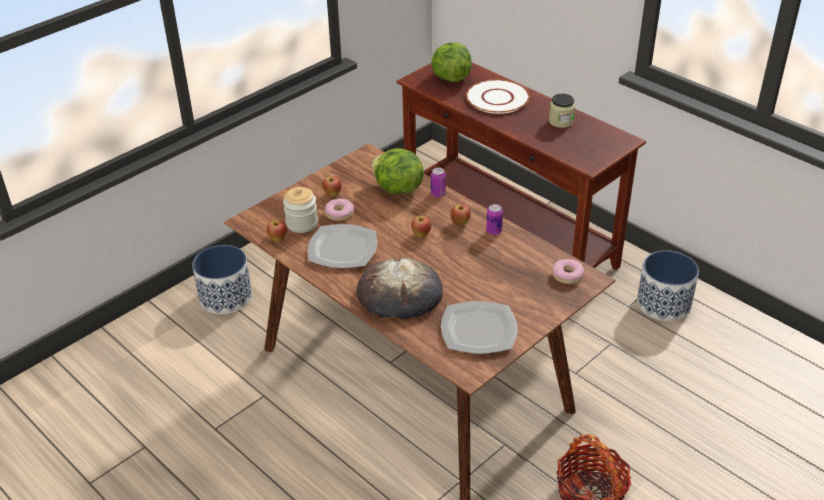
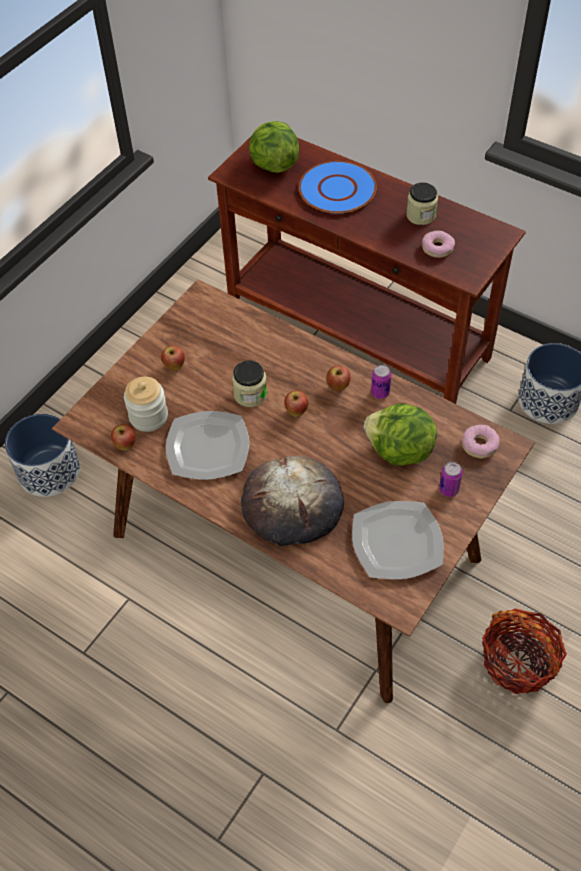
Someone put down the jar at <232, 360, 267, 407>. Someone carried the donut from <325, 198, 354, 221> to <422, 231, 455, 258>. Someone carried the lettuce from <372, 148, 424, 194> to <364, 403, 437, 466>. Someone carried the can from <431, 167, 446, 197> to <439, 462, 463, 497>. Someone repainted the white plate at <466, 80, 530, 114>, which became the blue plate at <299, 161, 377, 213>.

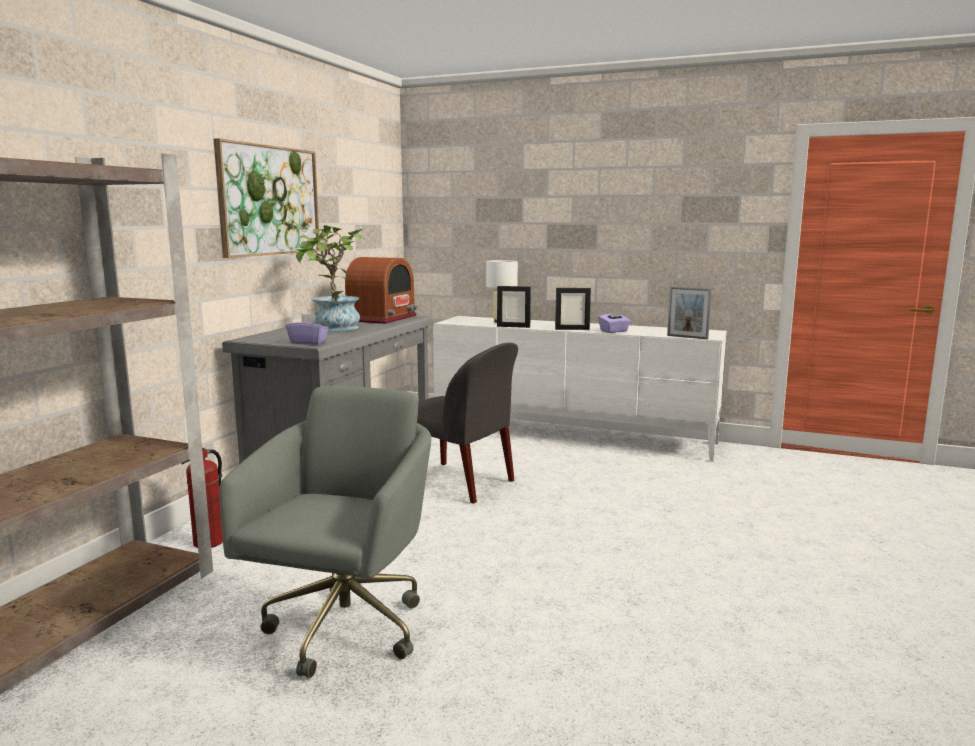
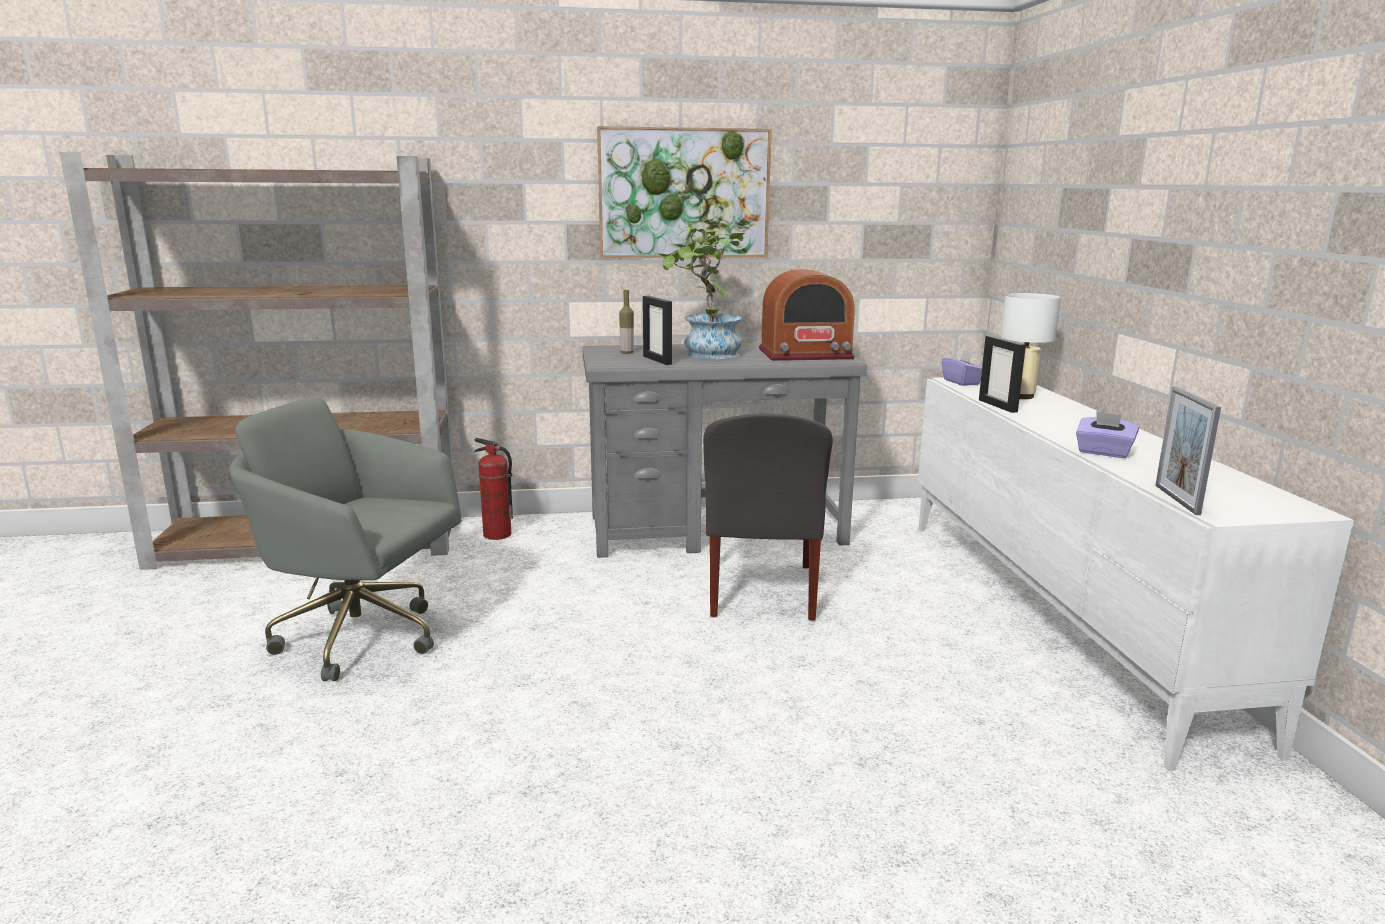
Someone put down the bottle at <619, 290, 634, 354>. Someone carried the purple tissue box from <286, 314, 329, 345> to <942, 350, 982, 386>. Someone carried the picture frame from <555, 288, 591, 330> to <643, 296, 672, 365>. Someone rotated the grey office chair at <219, 386, 431, 678> by 150 degrees counterclockwise.

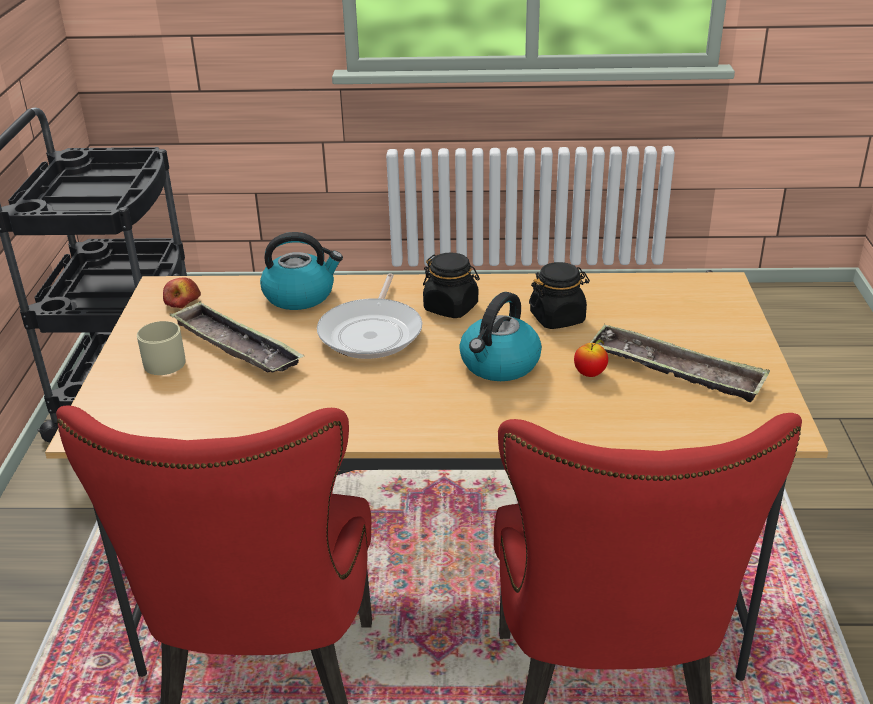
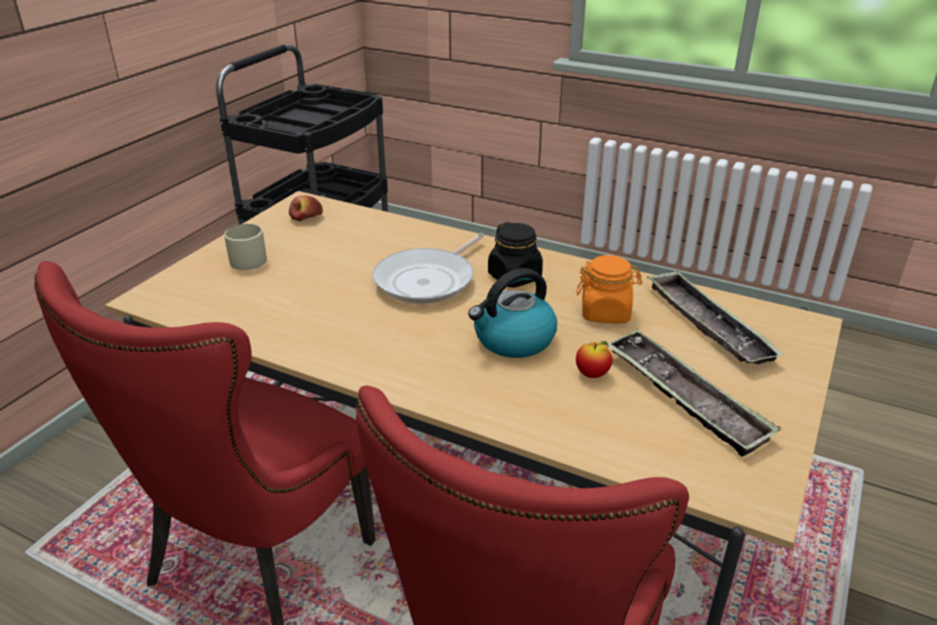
Someone took away the kettle at <260, 232, 343, 310>. Someone carried the tray from <169, 301, 304, 373> to <647, 271, 784, 365>. Someone repainted the black jar at <529, 262, 590, 329>, which became the orange jar at <576, 255, 643, 323>.

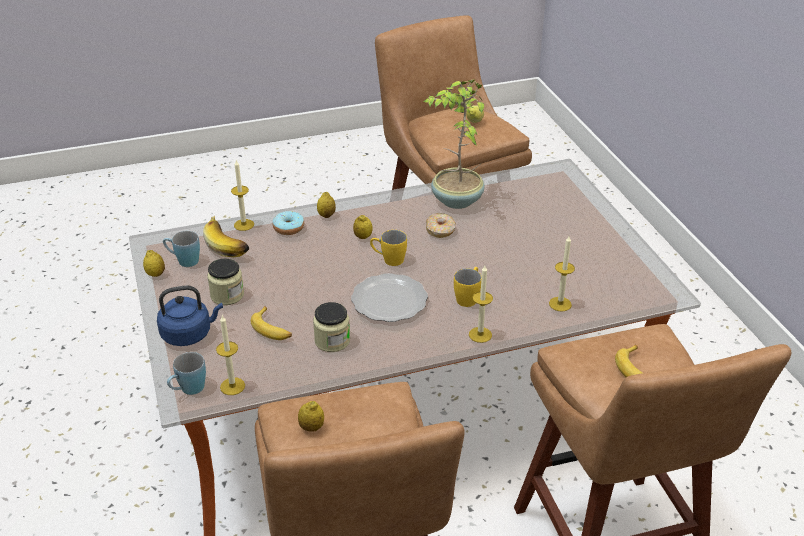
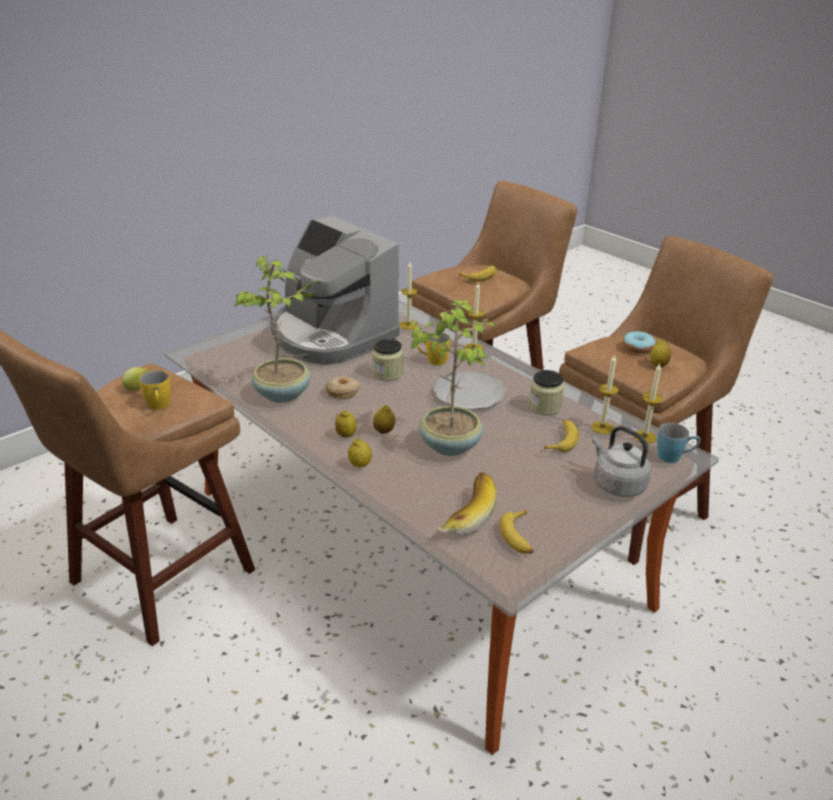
Someone put down the coffee machine at <270, 216, 400, 365>. Someone put down the potted plant at <407, 300, 497, 456>. Someone carried the lemon from <143, 250, 165, 277> to <335, 410, 357, 437>. Someone carried the jar from <207, 258, 244, 305> to <372, 338, 403, 381>. Someone carried the candle from <231, 160, 254, 231> to <591, 354, 619, 434>. Someone carried the donut from <273, 211, 304, 235> to <623, 331, 655, 354>. Someone carried the yellow mug from <370, 230, 407, 266> to <139, 371, 170, 410>. Someone swapped the blue mug at <163, 231, 200, 267> for the banana at <499, 510, 534, 554>. Someone repainted the blue kettle at <157, 286, 223, 346>, which became the grey kettle at <592, 426, 651, 497>.

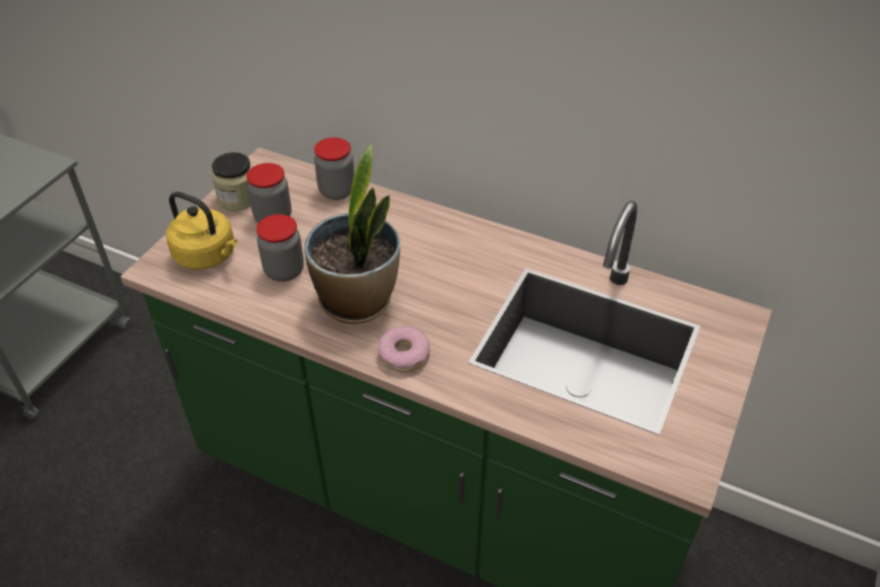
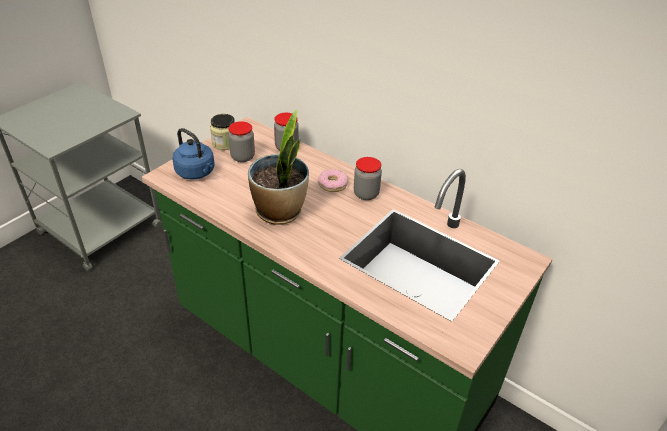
Someone carried the jar from <256, 214, 304, 282> to <354, 157, 382, 200>. Someone carried the donut from <378, 326, 430, 372> to <318, 169, 348, 192>. Someone repainted the yellow kettle at <166, 192, 237, 269>, which became the blue kettle at <172, 128, 215, 180>.

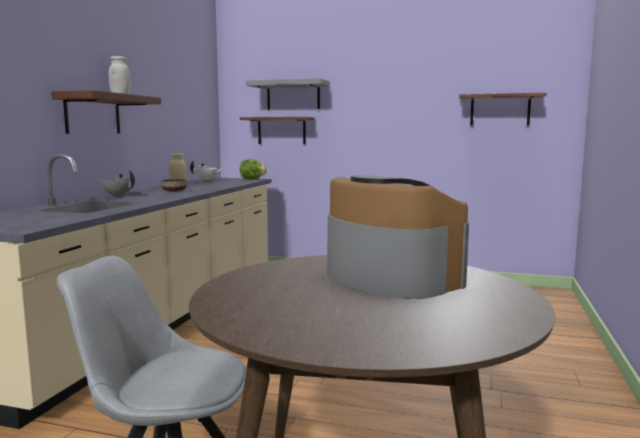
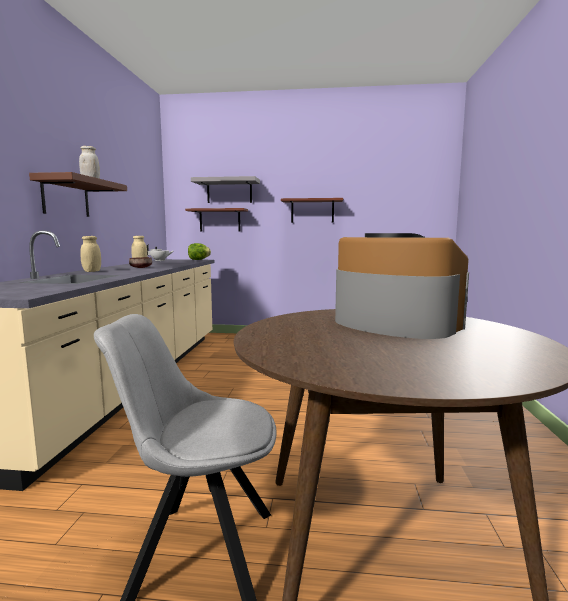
Someone carried the shelf from <459, 93, 547, 126> to <281, 198, 343, 223>. Someone swapped the grey teapot at <99, 170, 135, 197> for the beige jar at <80, 236, 101, 272>.

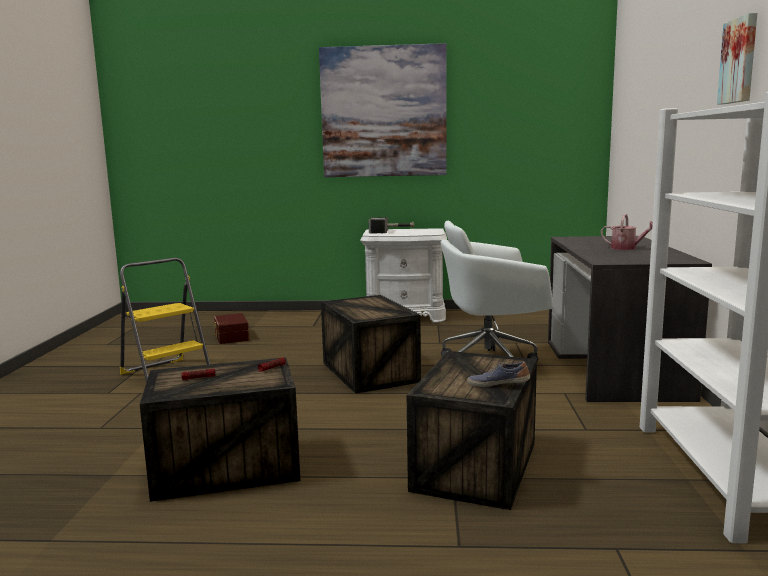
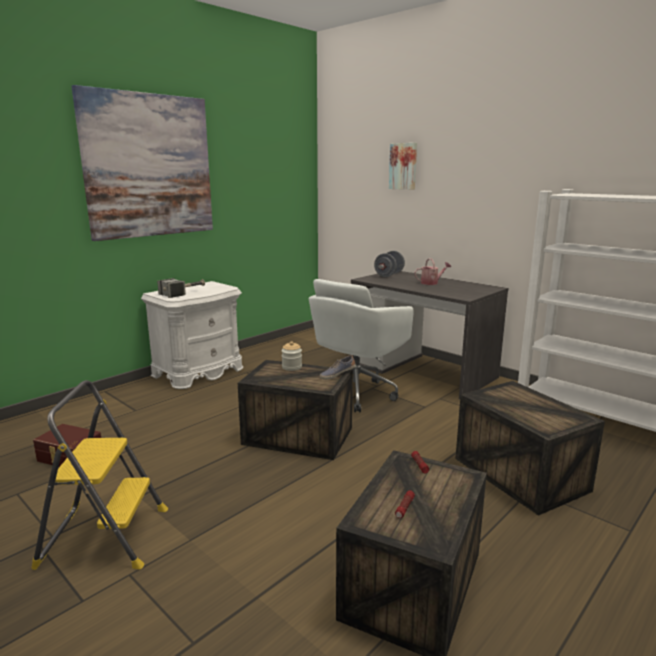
Someone put down the jar at <281, 341, 302, 371>. Someone put down the grey dumbbell at <374, 251, 405, 277>. Someone carried the shoe from <467, 361, 530, 387> to <320, 355, 356, 380>. Someone carried the picture from <717, 13, 757, 105> to <389, 143, 417, 190>.

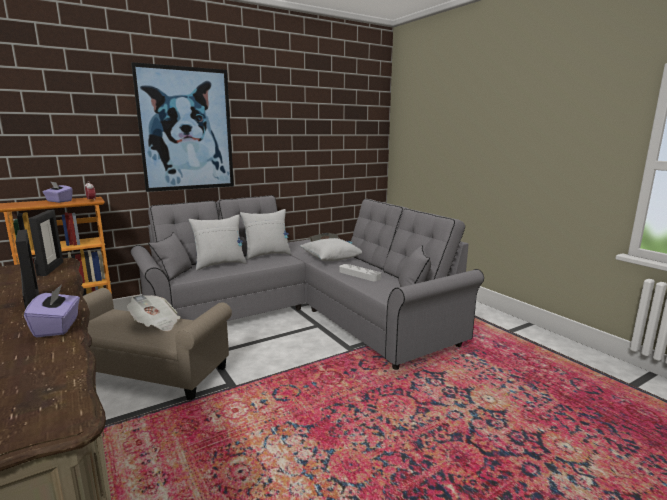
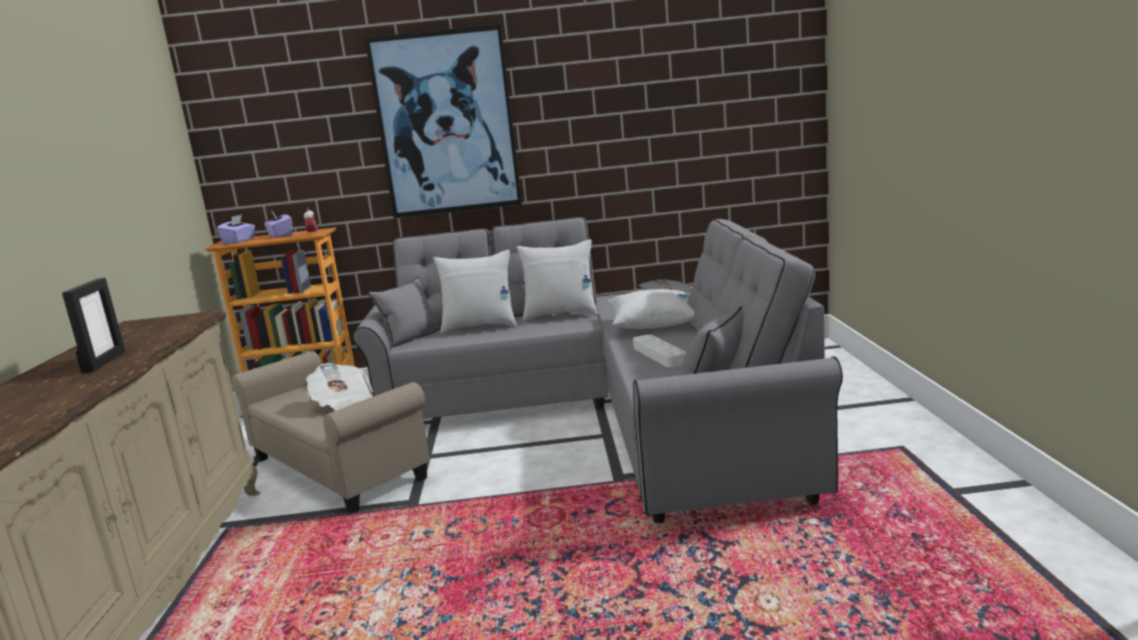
Someone took away the picture frame at <29, 210, 63, 277>. Someone carried the purple tissue box from <24, 284, 80, 338> to <216, 214, 255, 244>.

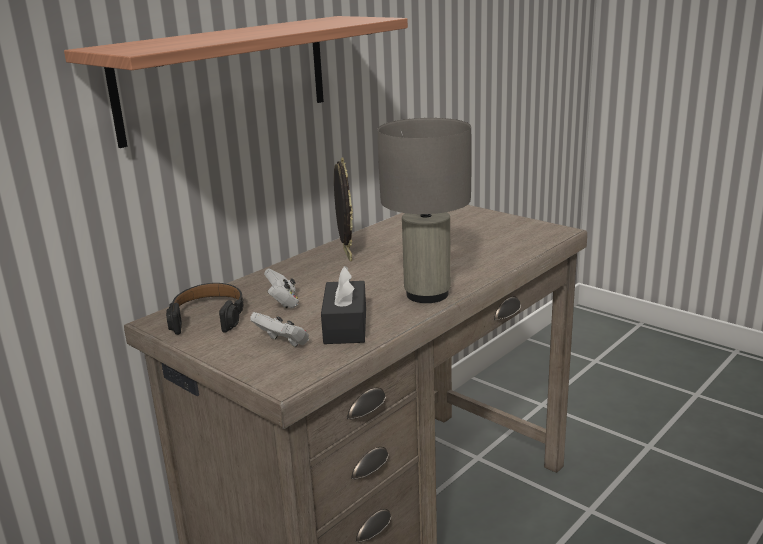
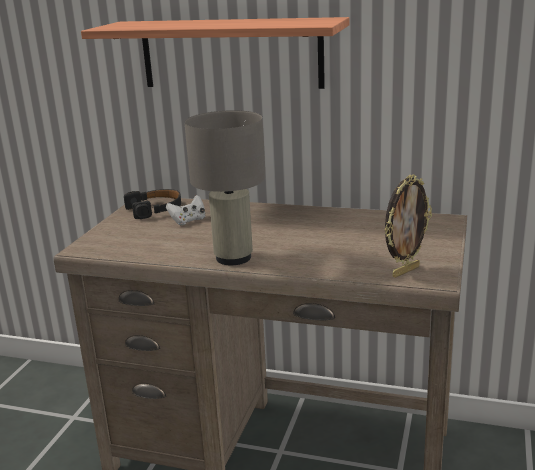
Someone took away the white game controller at <250, 312, 309, 347>. Someone took away the black tissue box at <321, 266, 366, 344>. Someone carried the picture frame from <334, 157, 353, 261> to <384, 174, 432, 278>.

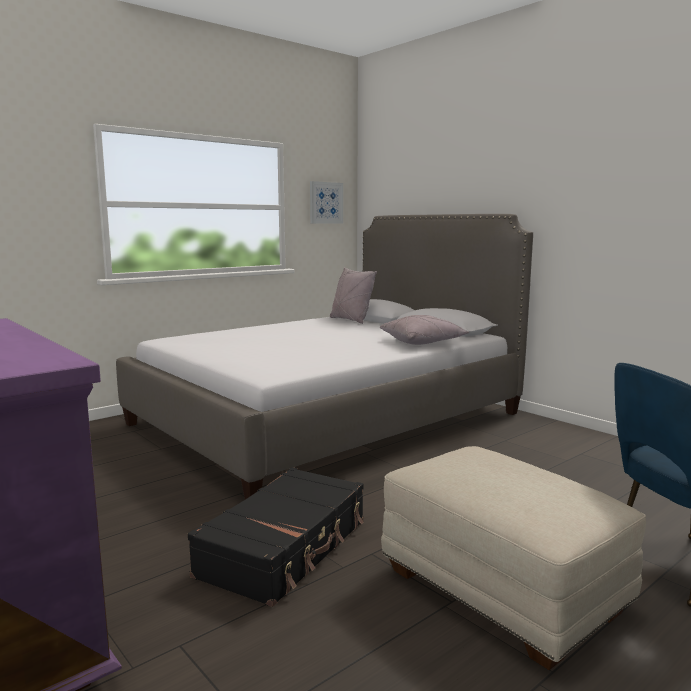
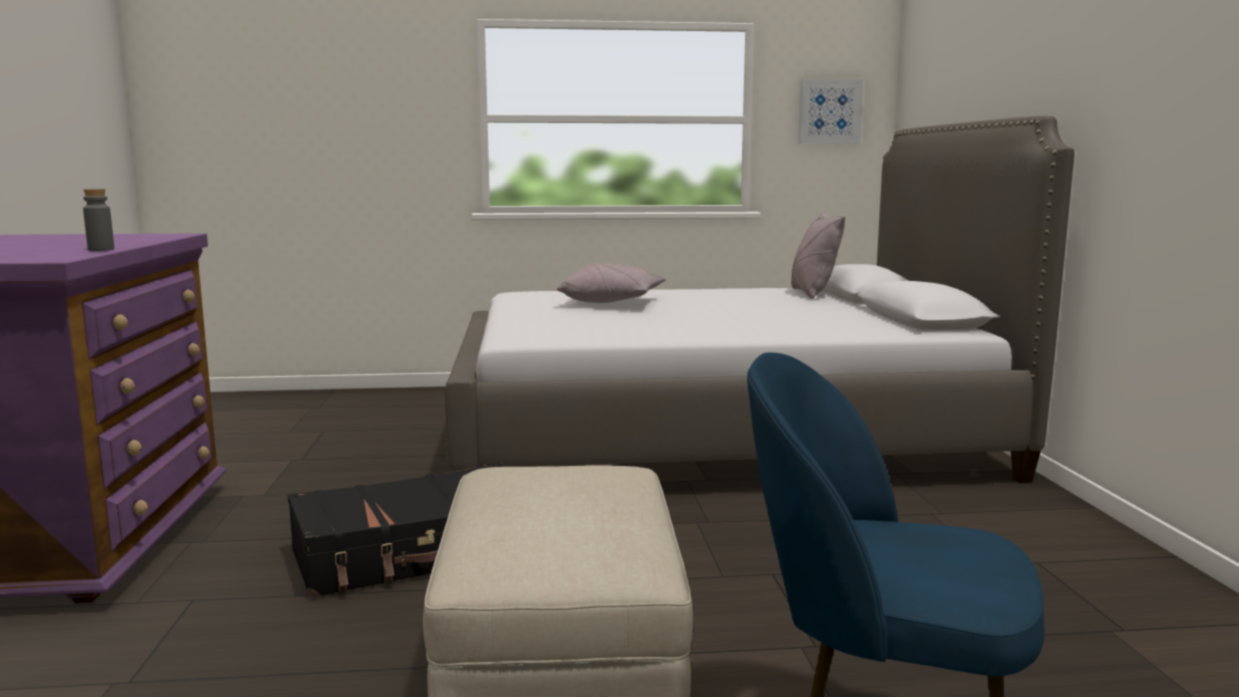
Someone put down the grey bottle at <83, 189, 114, 251>. Someone carried the purple pillow from <380, 315, 469, 345> to <557, 263, 666, 303>.

